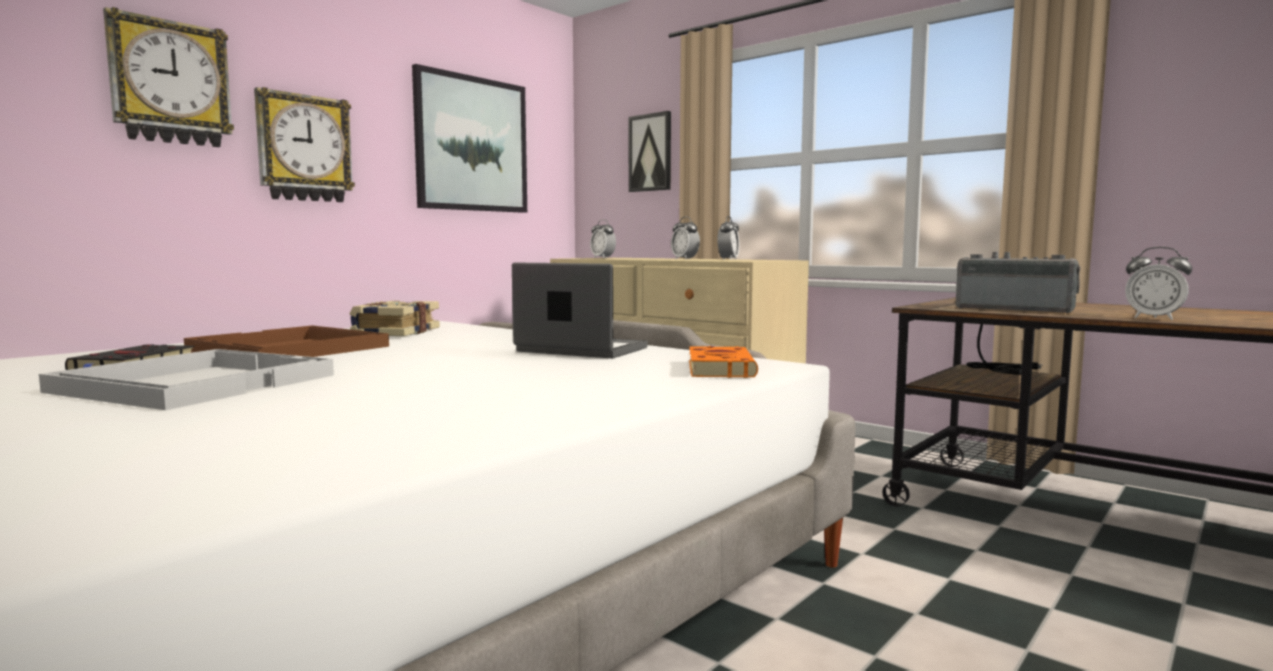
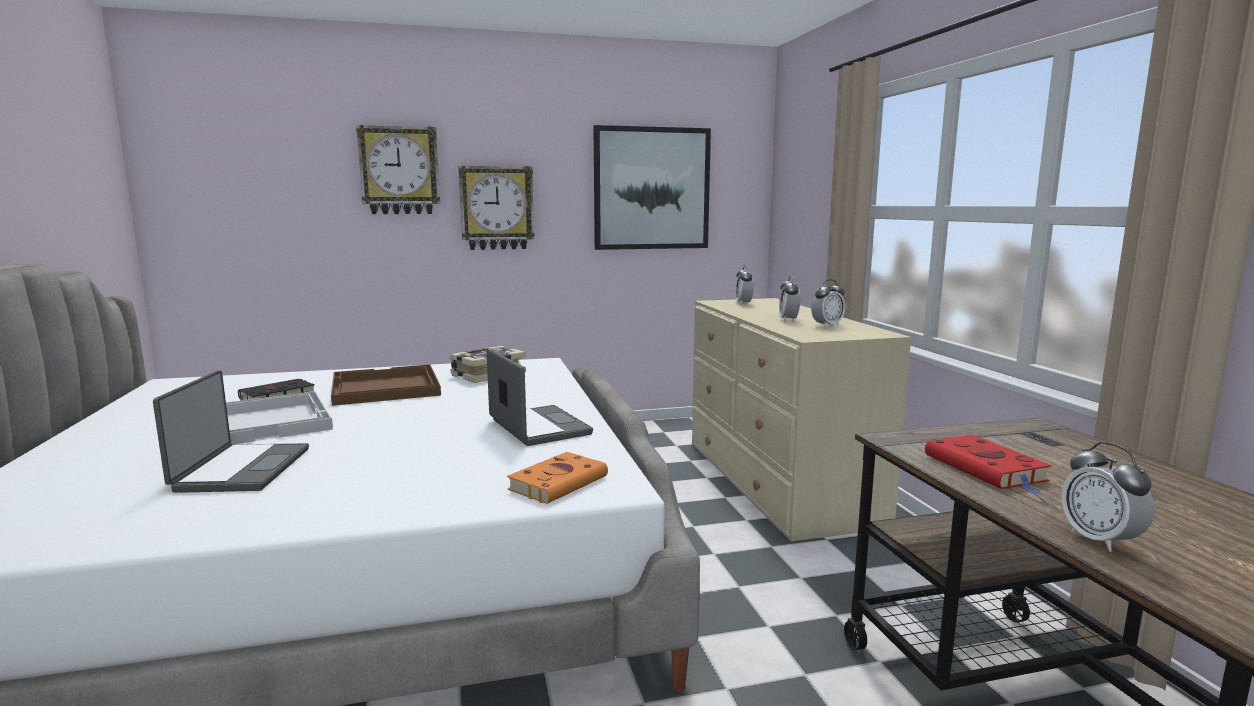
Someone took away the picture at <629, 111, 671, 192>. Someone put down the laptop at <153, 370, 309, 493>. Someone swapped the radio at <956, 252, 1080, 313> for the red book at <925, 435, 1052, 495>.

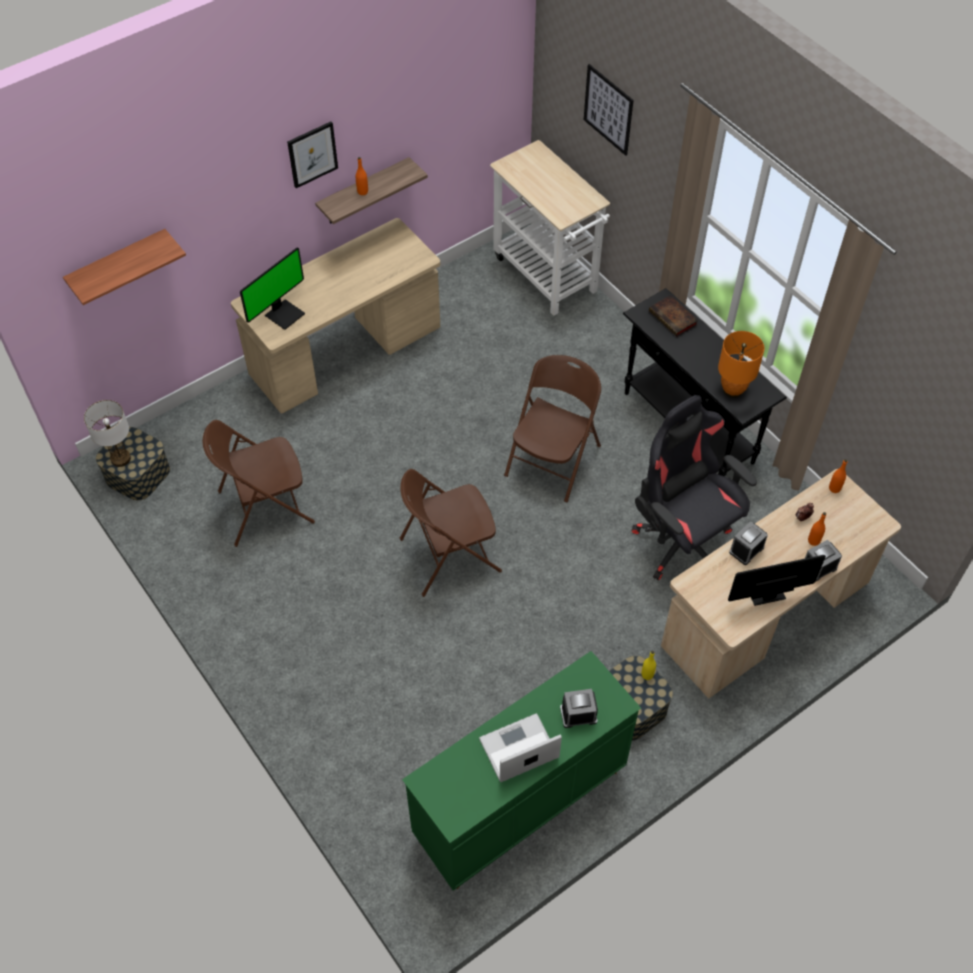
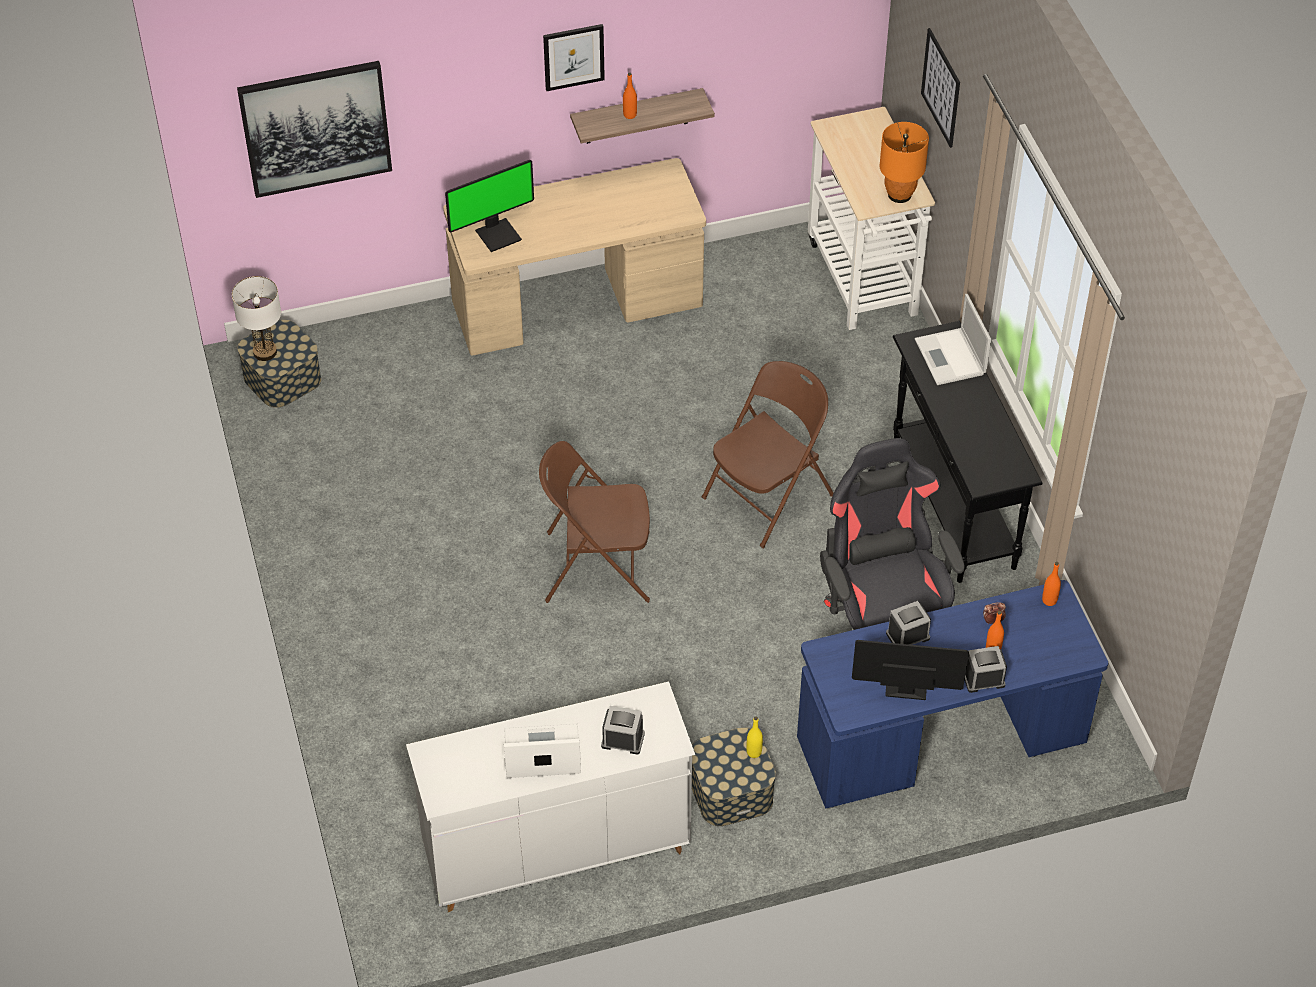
Someone took away the brown chair at <203, 420, 315, 547>. Someone carried the orange table lamp from <718, 331, 764, 398> to <880, 122, 929, 203>. Someone swapped the shelf at <63, 229, 186, 305> for the picture at <237, 61, 392, 198>. Someone swapped the book at <649, 295, 698, 337> for the laptop at <915, 294, 991, 385>. Someone repainted the green cabinet at <402, 651, 641, 891>, which became the white cabinet at <406, 681, 695, 912>. Someone repainted the beige desk at <661, 469, 901, 699>, which became the blue desk at <797, 580, 1108, 809>.

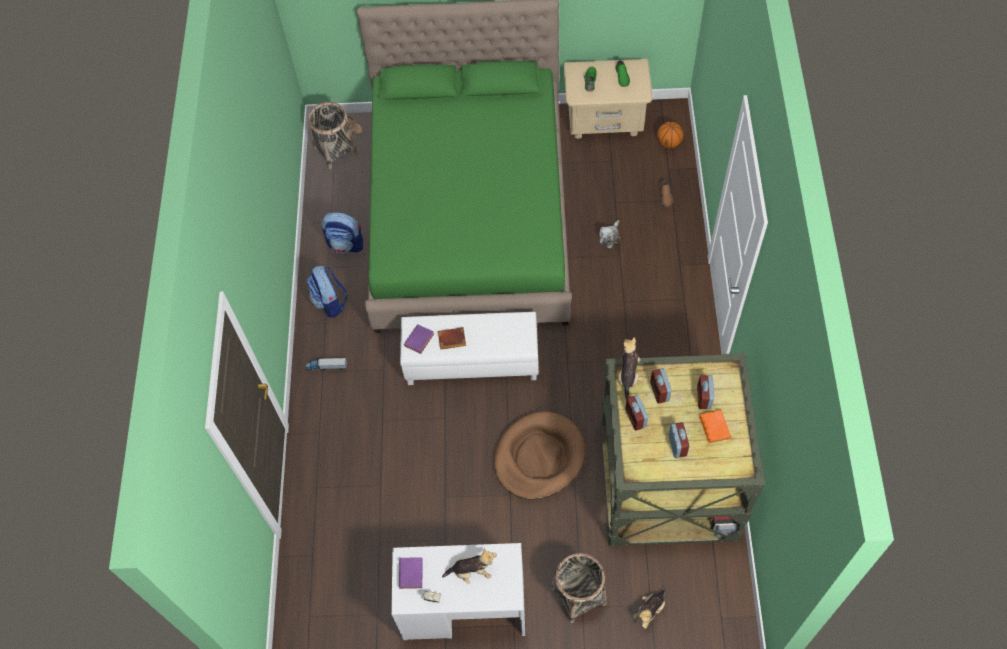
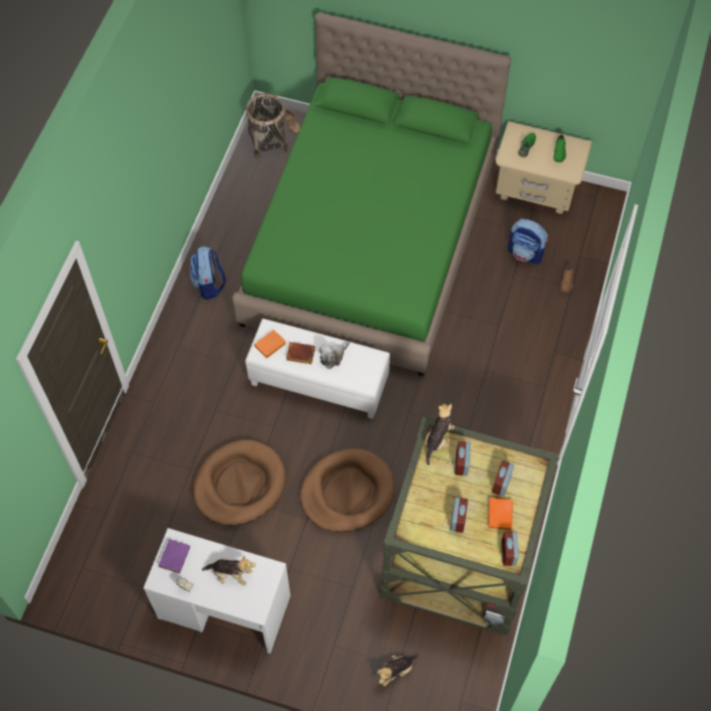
Someone took away the toy truck at <306, 358, 347, 371>. Someone took away the basket at <551, 553, 607, 623>. Someone took away the basketball at <657, 122, 683, 148>. Someone put down the brown dog bed at <193, 439, 285, 526>. Someone carried the backpack from <322, 212, 363, 254> to <508, 219, 549, 265>. Someone carried the plush toy from <599, 220, 620, 249> to <319, 341, 350, 369>. Someone carried the alarm clock from <625, 395, 648, 431> to <501, 531, 519, 566>. Someone repainted the purple book at <404, 324, 434, 354>, which became the orange book at <254, 330, 286, 359>.

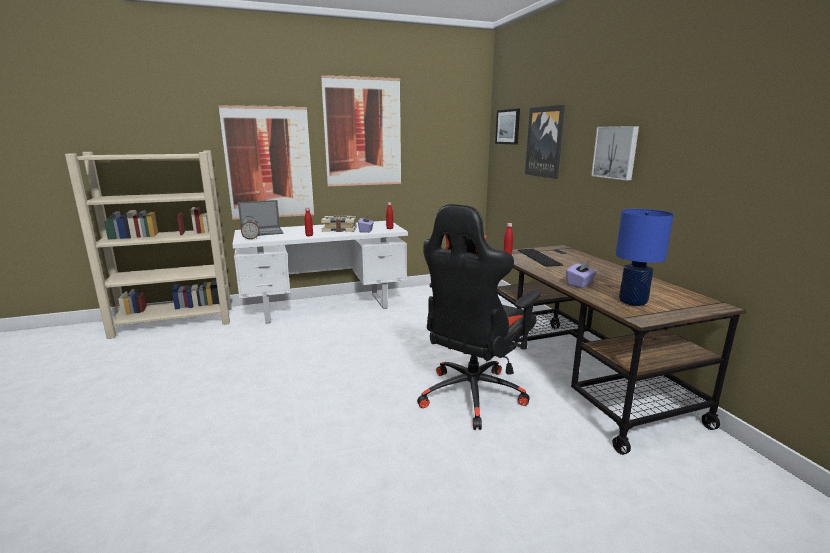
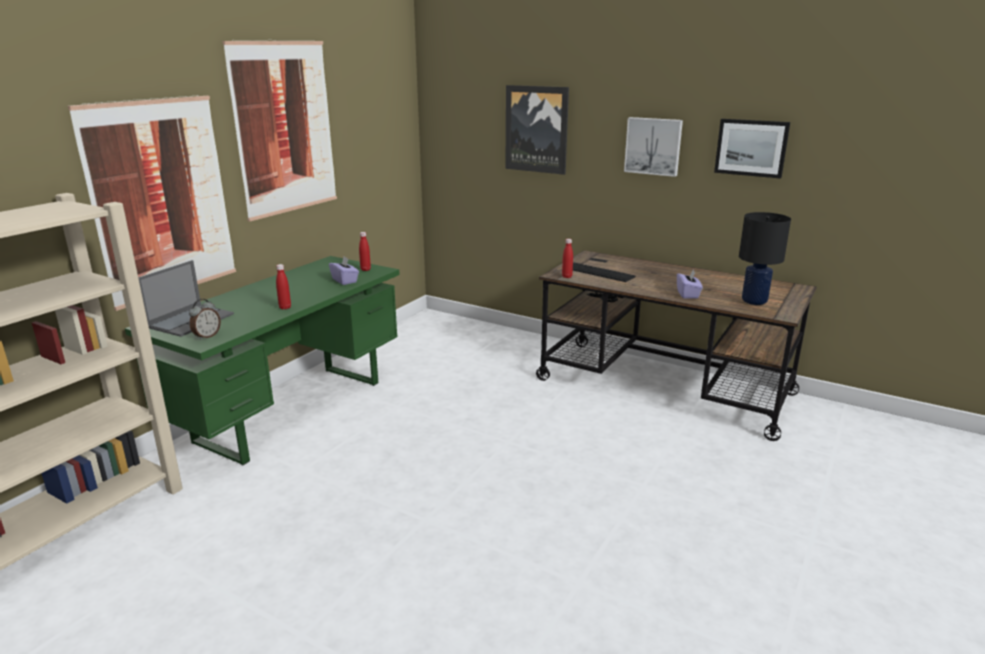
Someone took away the book at <321, 215, 356, 232>. Someone took away the black office chair at <417, 204, 542, 430>. Someone carried the picture from <495, 109, 520, 145> to <714, 119, 790, 179>. Someone repainted the white desk at <232, 221, 408, 324>, which became the green desk at <125, 256, 400, 465>. Someone repainted the blue table lamp at <616, 209, 674, 306>, which became the black table lamp at <739, 212, 791, 305>.

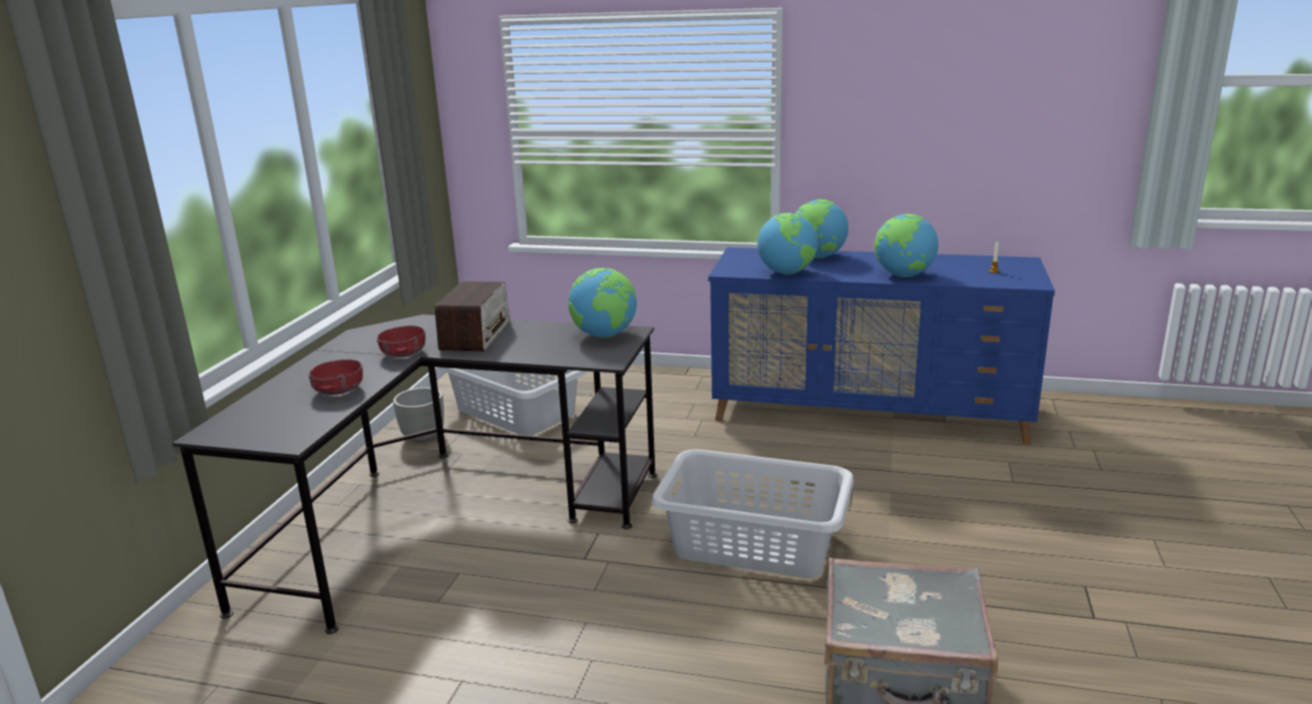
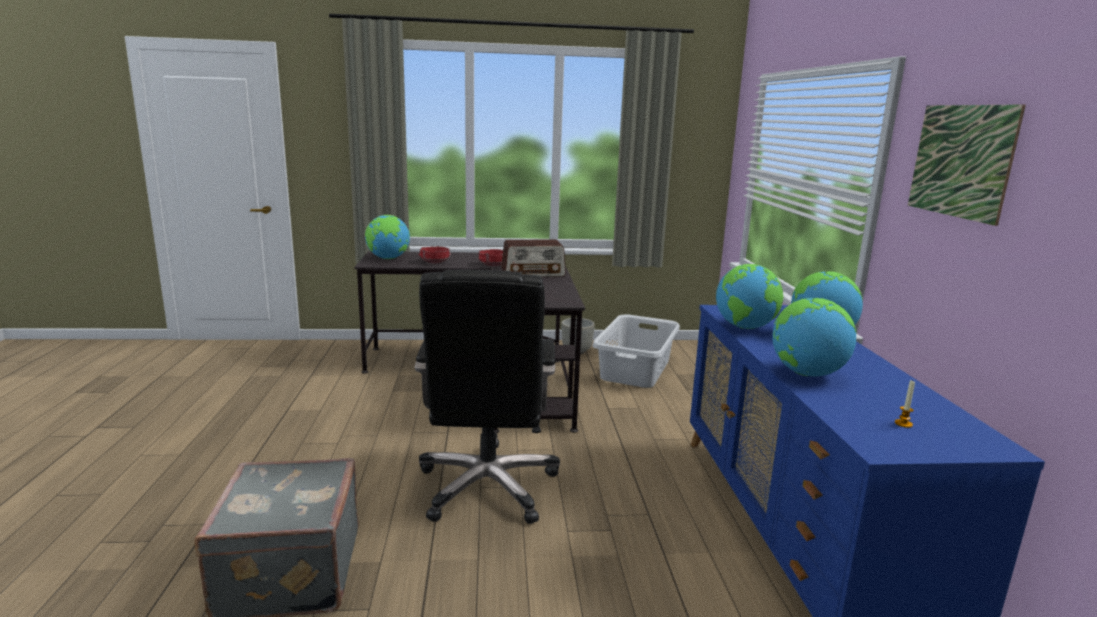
Someone put up the picture at <908, 105, 1026, 226>. Someone carried the globe from <568, 268, 637, 338> to <365, 215, 410, 259>. Someone swapped the grey laundry basket at <651, 449, 854, 578> for the black office chair at <415, 270, 560, 524>.

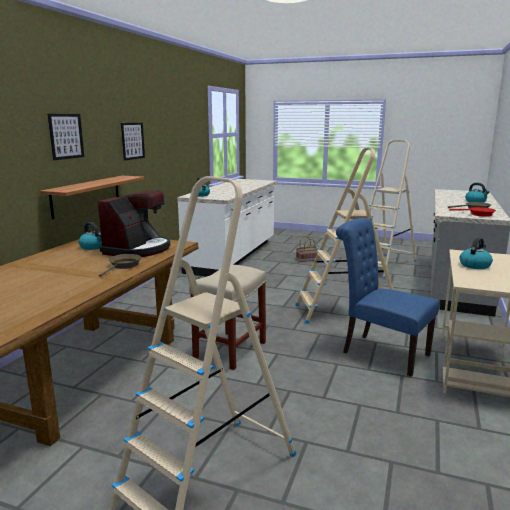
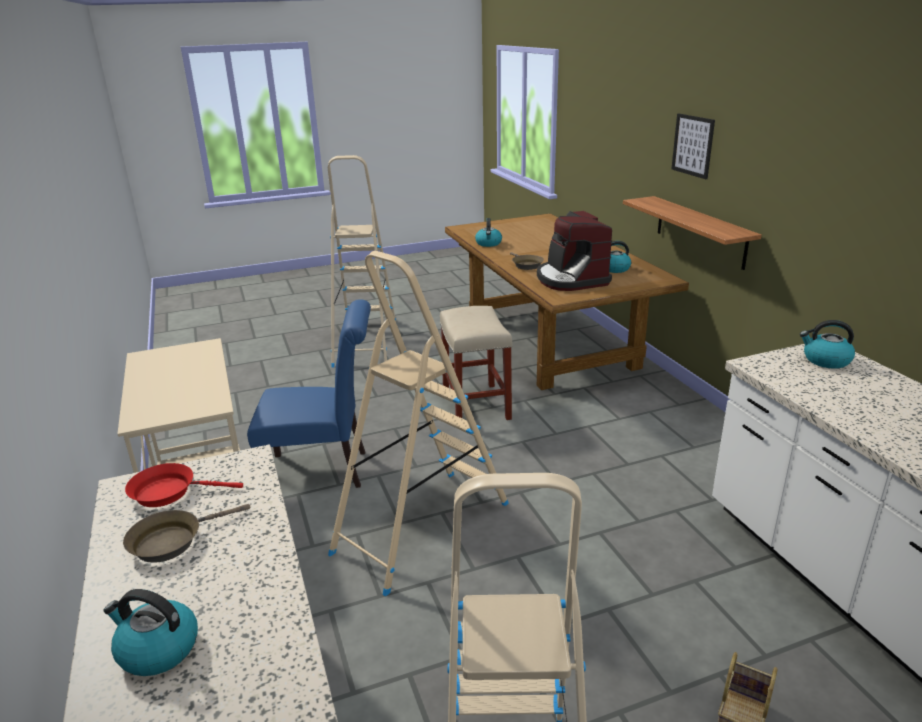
Someone took away the picture at <121, 123, 145, 161>. Someone carried the kettle from <459, 238, 493, 269> to <475, 218, 502, 247>.

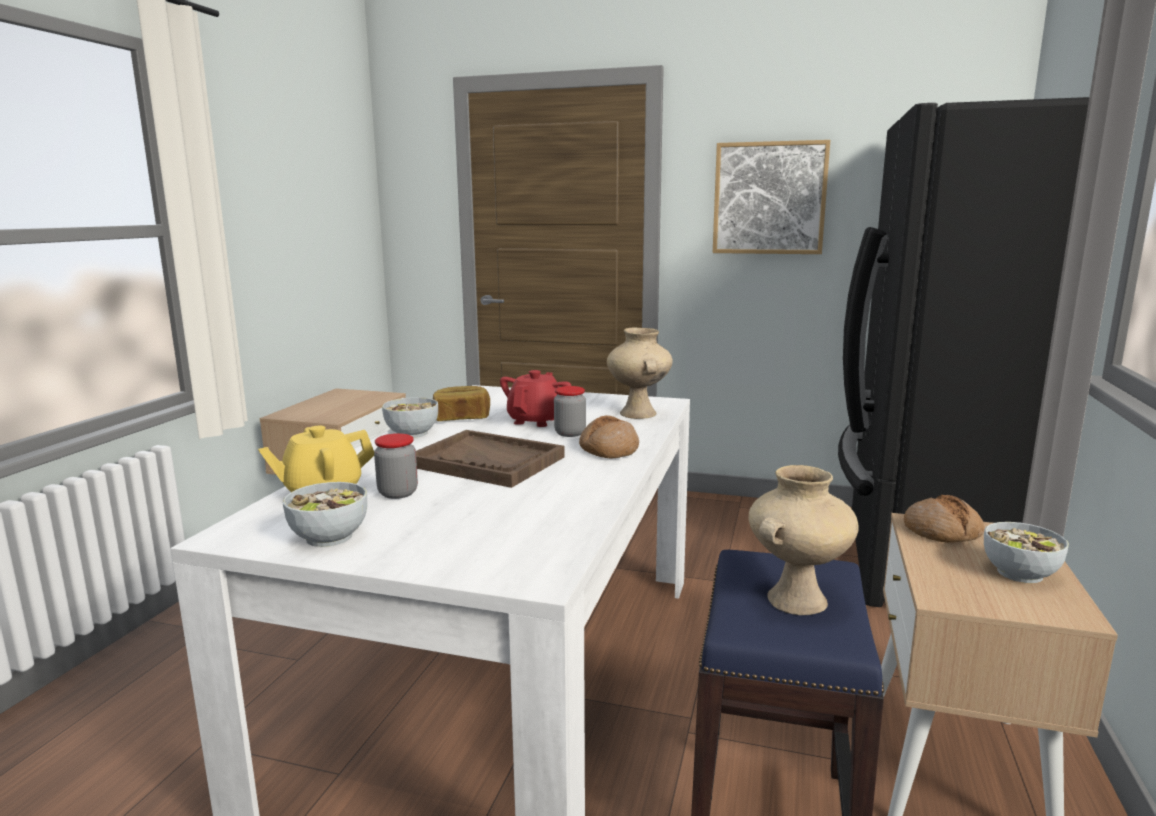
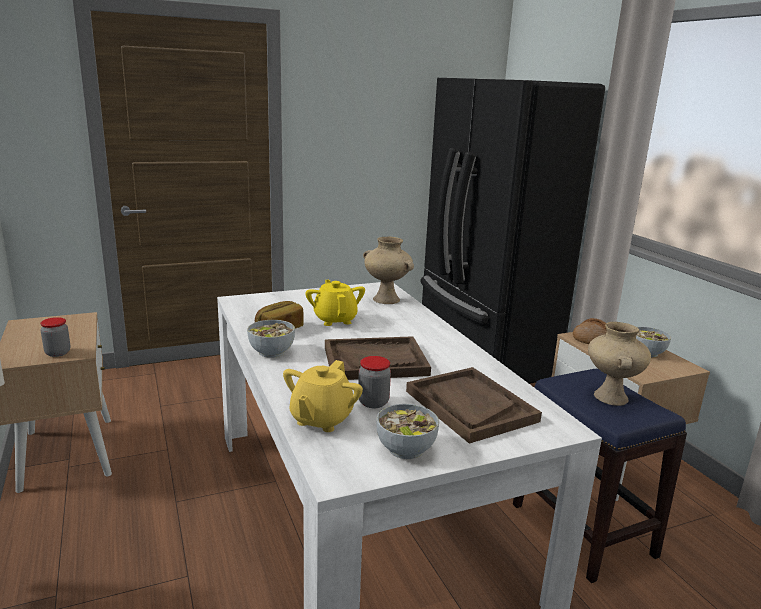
Someone took away the bread at <579, 415, 639, 459>. Someone took away the picture at <713, 140, 830, 254>. Someone put down the brown tray at <406, 367, 542, 444>. Someone carried the jar from <554, 386, 586, 437> to <40, 317, 70, 357>. Someone repainted the red teapot at <500, 370, 571, 427>, which became the yellow teapot at <305, 280, 365, 326>.

